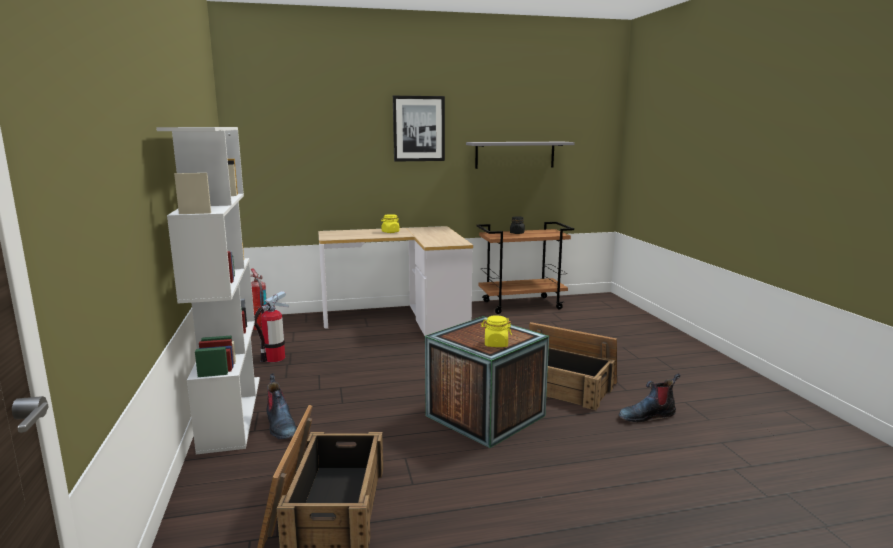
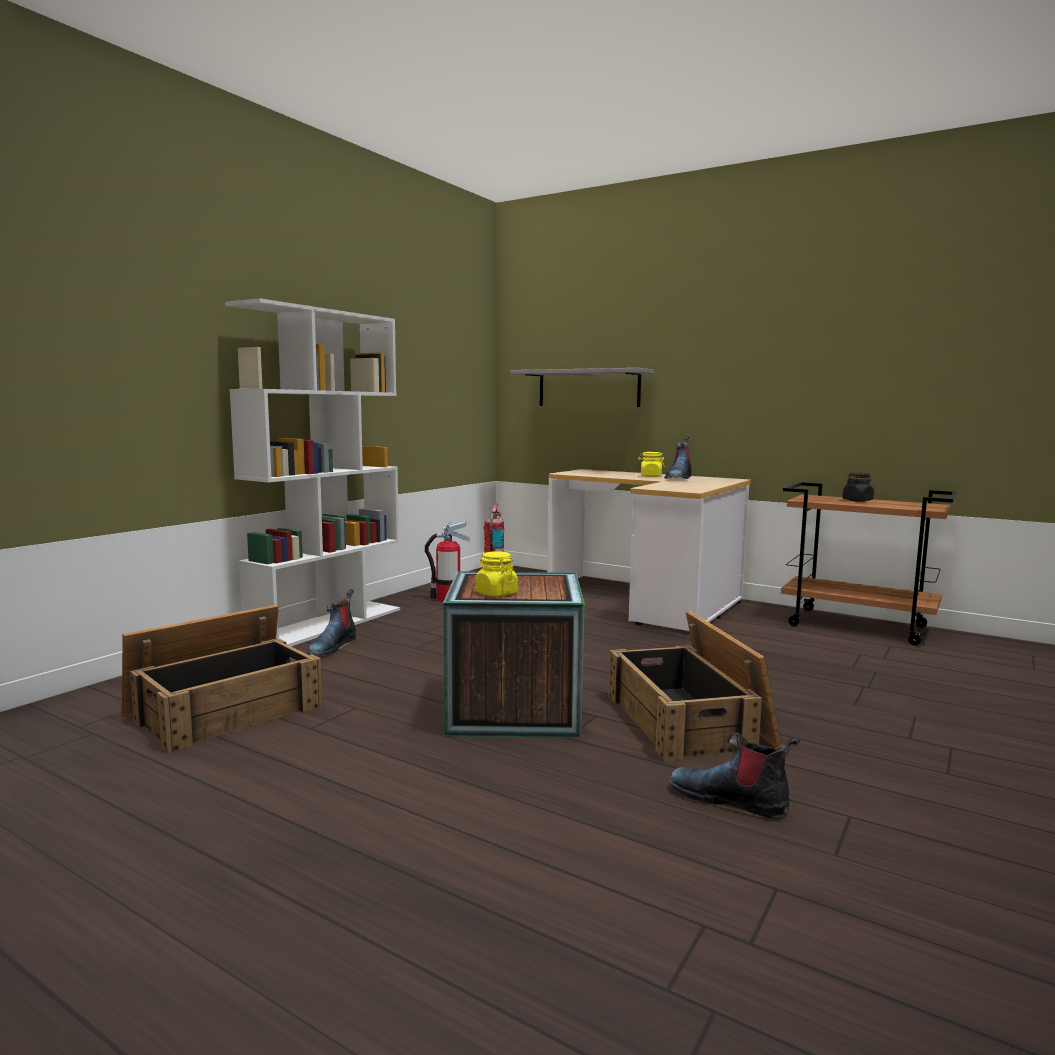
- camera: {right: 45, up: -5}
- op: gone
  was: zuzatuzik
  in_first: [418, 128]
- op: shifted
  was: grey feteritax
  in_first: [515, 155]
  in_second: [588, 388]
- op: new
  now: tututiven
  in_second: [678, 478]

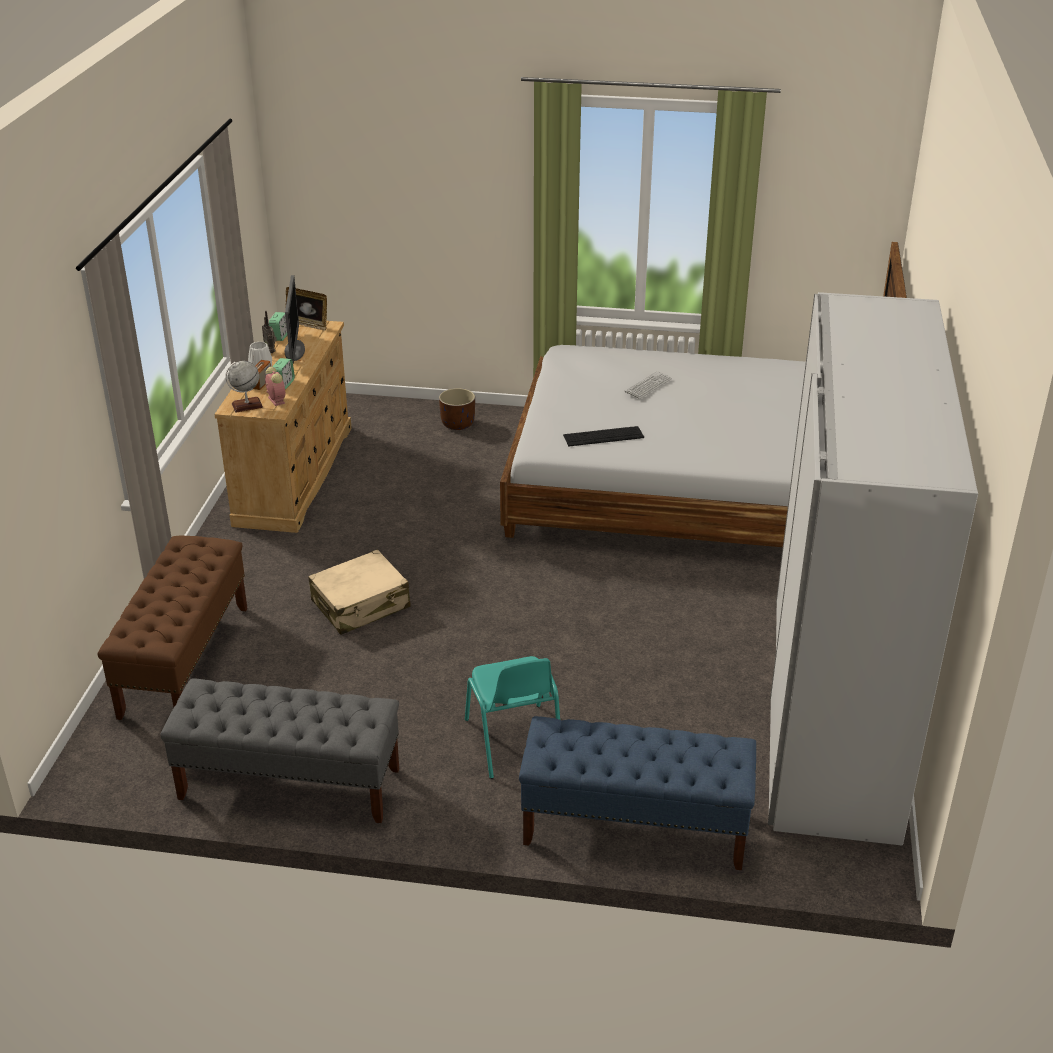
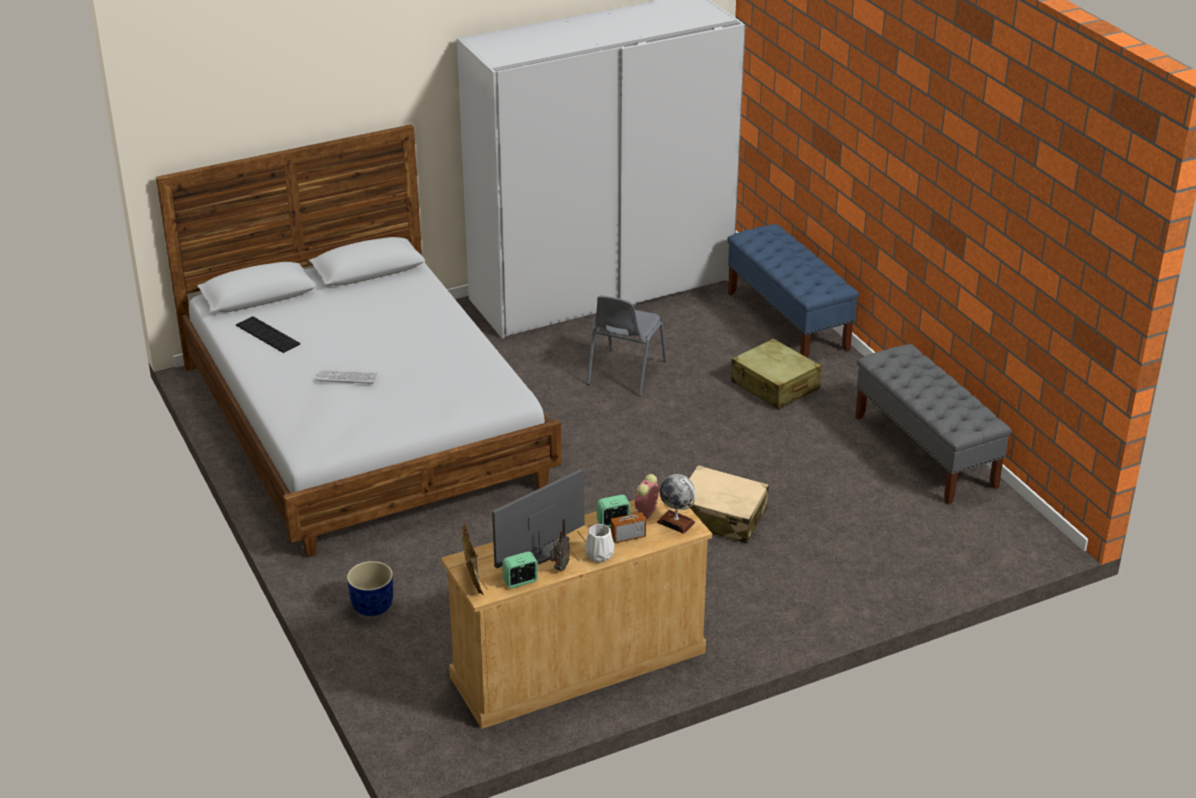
- camera: {right: -125, up: 0}
- op: repainted
  was: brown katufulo
  now: blue katufulo
  in_first: [458, 424]
  in_second: [372, 605]
- op: shifted
  was: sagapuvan
  in_first: [603, 436]
  in_second: [267, 334]
- op: gone
  was: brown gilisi
  in_first: [185, 660]
- op: swapped
  was: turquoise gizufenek
  now: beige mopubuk
  in_first: [514, 742]
  in_second: [775, 386]
- op: new
  now: grey gizufenek
  in_second: [625, 373]

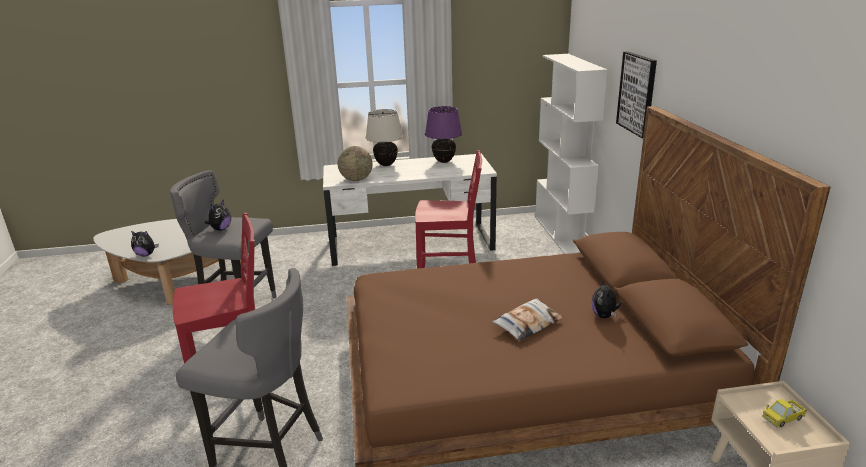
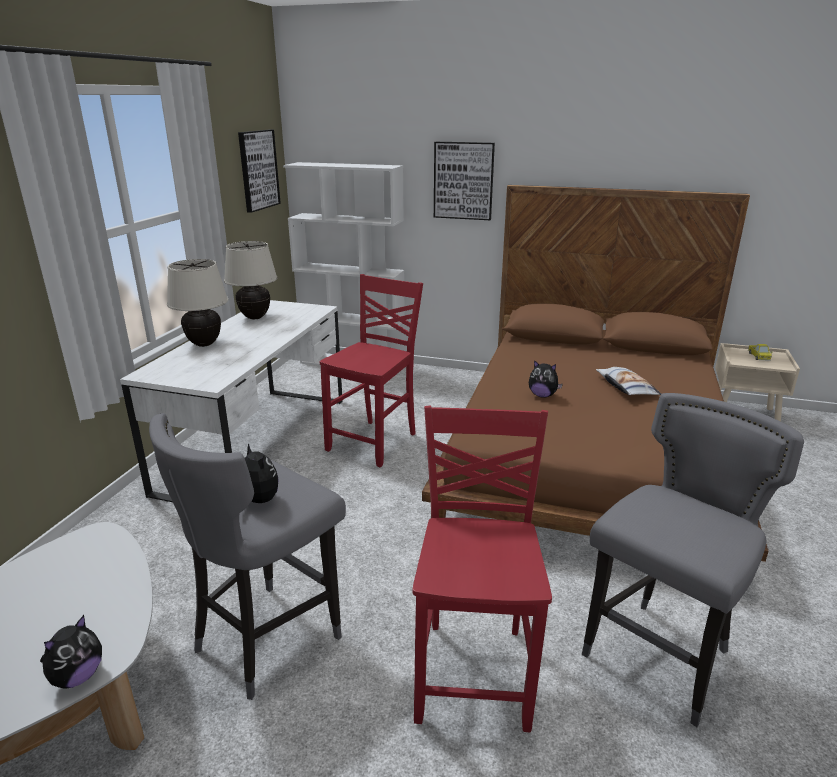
- camera: {right: -65, up: 0}
- op: repainted
  was: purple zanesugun
  now: beige zanesugun
  in_first: [444, 161]
  in_second: [255, 317]
- op: gone
  was: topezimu
  in_first: [356, 180]
- op: shifted
  was: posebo
  in_first: [604, 316]
  in_second: [542, 395]
- op: new
  now: zuzatuzik
  in_second: [258, 170]

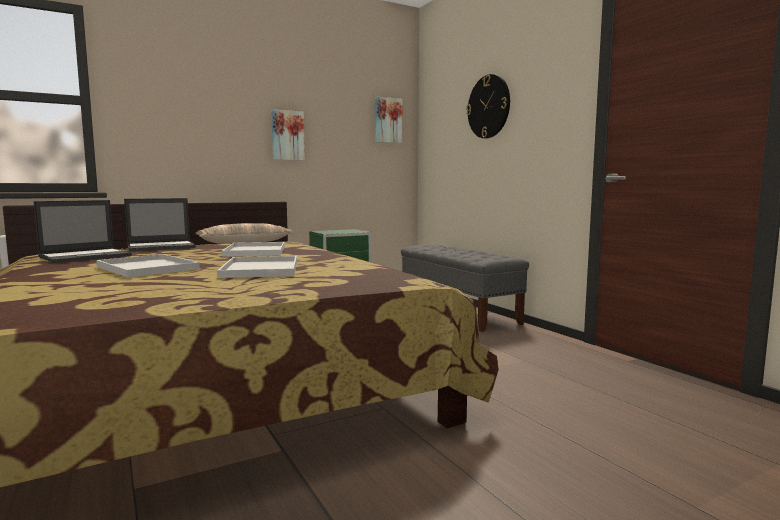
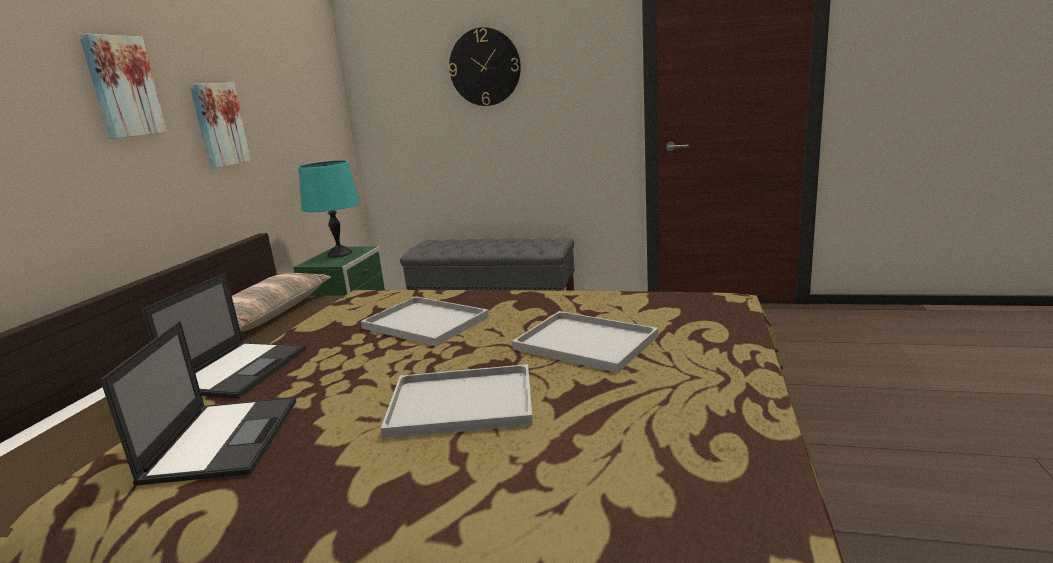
- camera: {right: -45, up: 10}
- op: shifted
  was: zuzatuzik
  in_first: [387, 120]
  in_second: [122, 87]
- op: new
  now: turquoise zanesugun
  in_second: [340, 254]

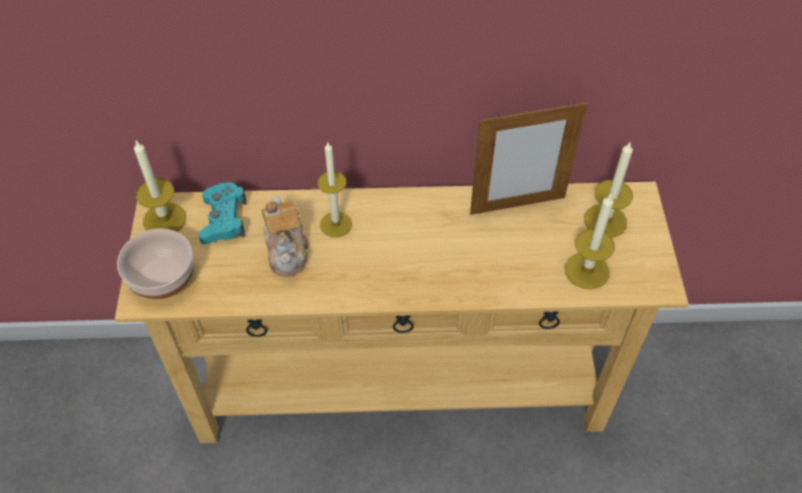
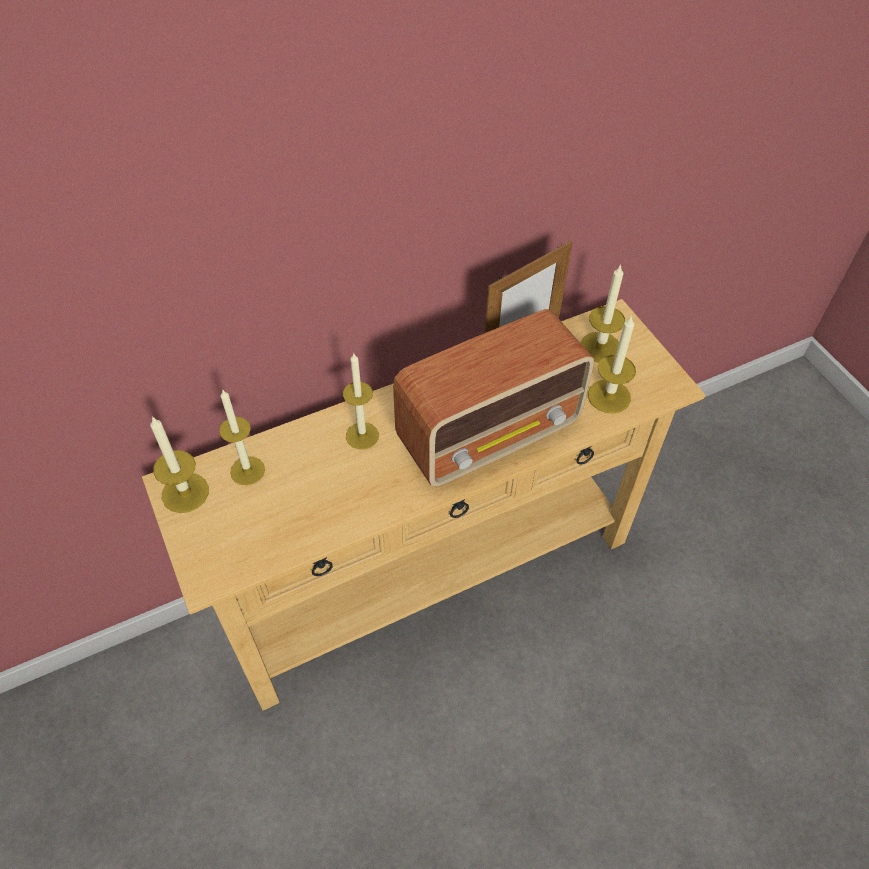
- camera: {right: -25, up: 0}
- op: swapped
  was: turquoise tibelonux
  now: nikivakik
  in_first: [223, 219]
  in_second: [247, 470]
- op: gone
  was: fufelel
  in_first: [287, 250]
- op: gone
  was: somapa
  in_first: [162, 279]
- op: new
  now: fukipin
  in_second: [490, 433]

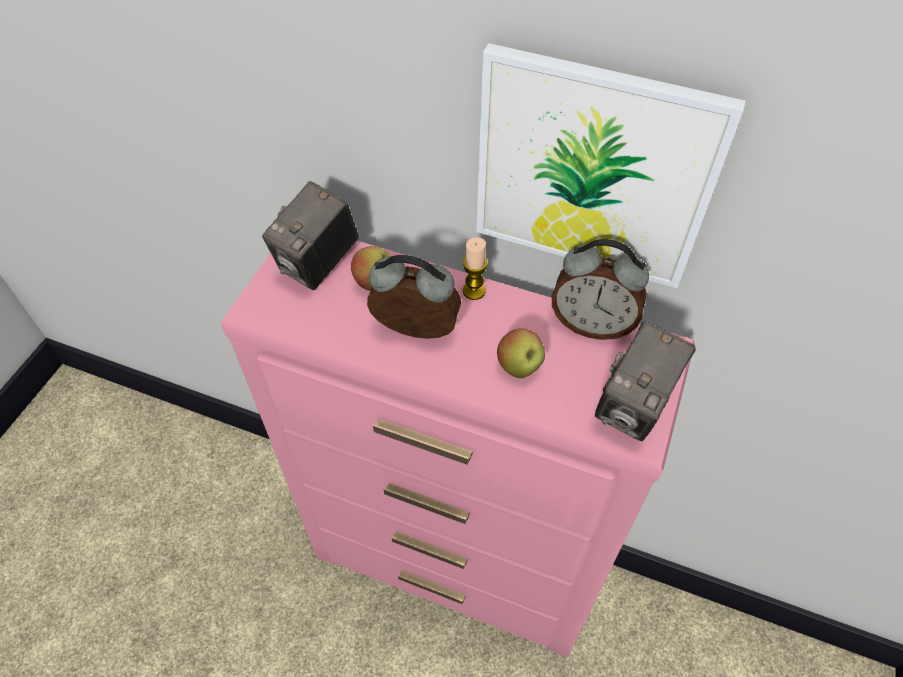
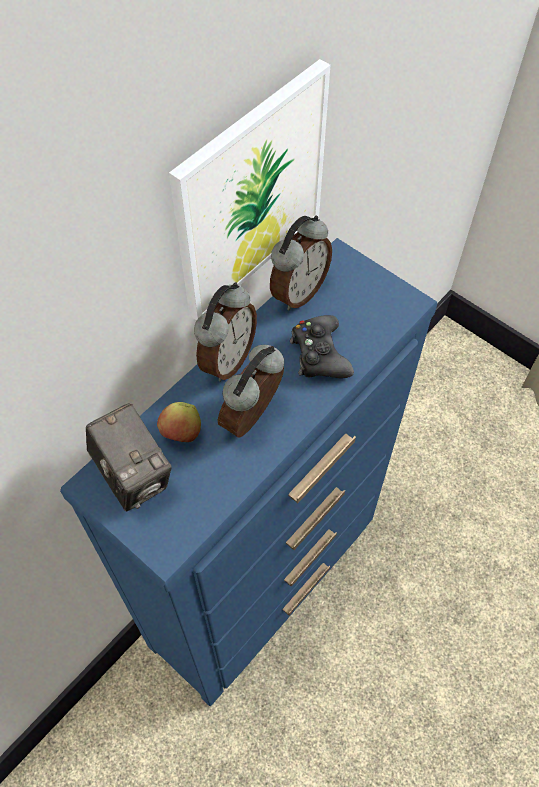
- camera: {right: -70, up: 5}
- op: swapped
  was: nikivakik
  now: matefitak
  in_first: [474, 291]
  in_second: [226, 360]
- op: repainted
  was: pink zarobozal
  now: blue zarobozal
  in_first: [455, 565]
  in_second: [267, 578]
- op: gone
  was: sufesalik
  in_first: [634, 406]
- op: swapped
  was: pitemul
  now: black tibelonux
  in_first: [519, 367]
  in_second: [319, 354]

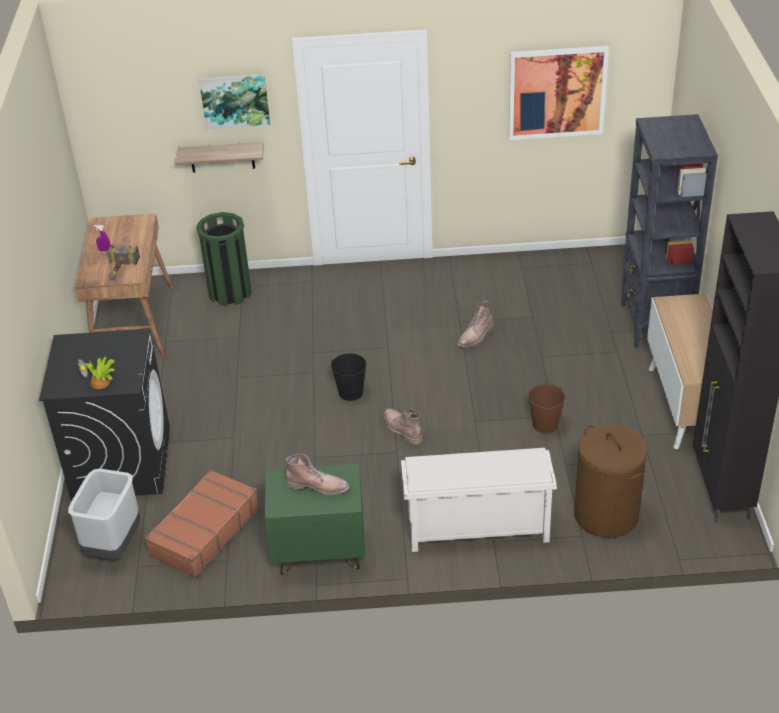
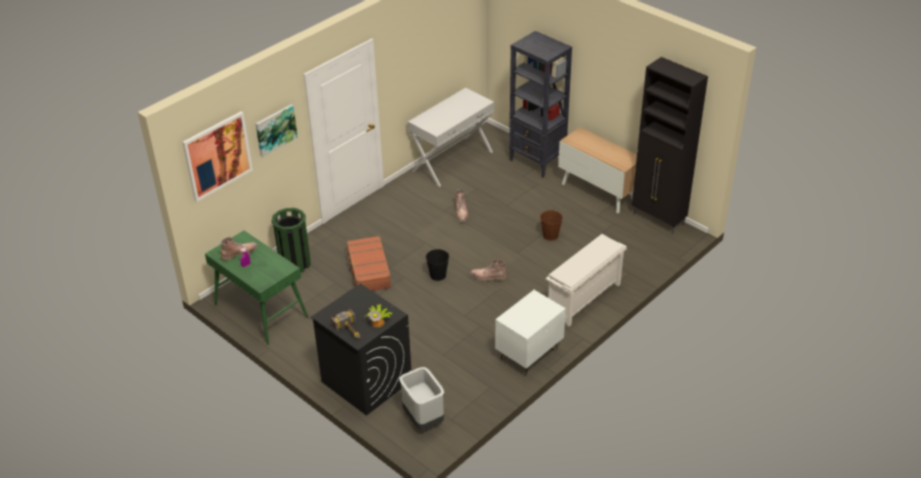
- camera: {right: -45, up: 0}
- op: shifted
  was: zuzatuzik
  in_first: [557, 92]
  in_second: [217, 156]
- op: gone
  was: feteritax
  in_first: [222, 157]
- op: repainted
  was: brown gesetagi
  now: green gesetagi
  in_first: [133, 323]
  in_second: [260, 311]
- op: shifted
  was: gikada
  in_first: [119, 270]
  in_second: [350, 331]
- op: gone
  was: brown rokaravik
  in_first: [606, 514]
- op: shifted
  was: brown tututiven
  in_first: [318, 486]
  in_second: [239, 253]
- op: repainted
  was: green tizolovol
  now: white tizolovol
  in_first: [319, 553]
  in_second: [529, 354]
- op: shifted
  was: brown mopubuk
  in_first: [204, 532]
  in_second: [368, 270]
- op: new
  now: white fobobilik
  in_second: [452, 161]

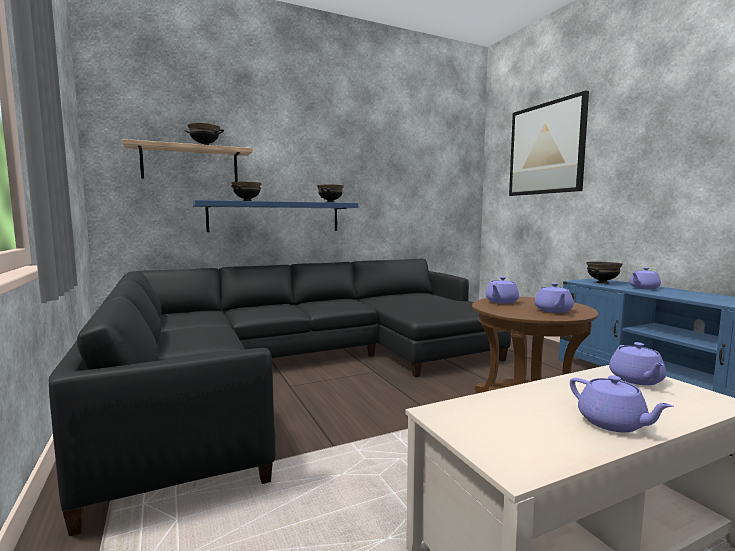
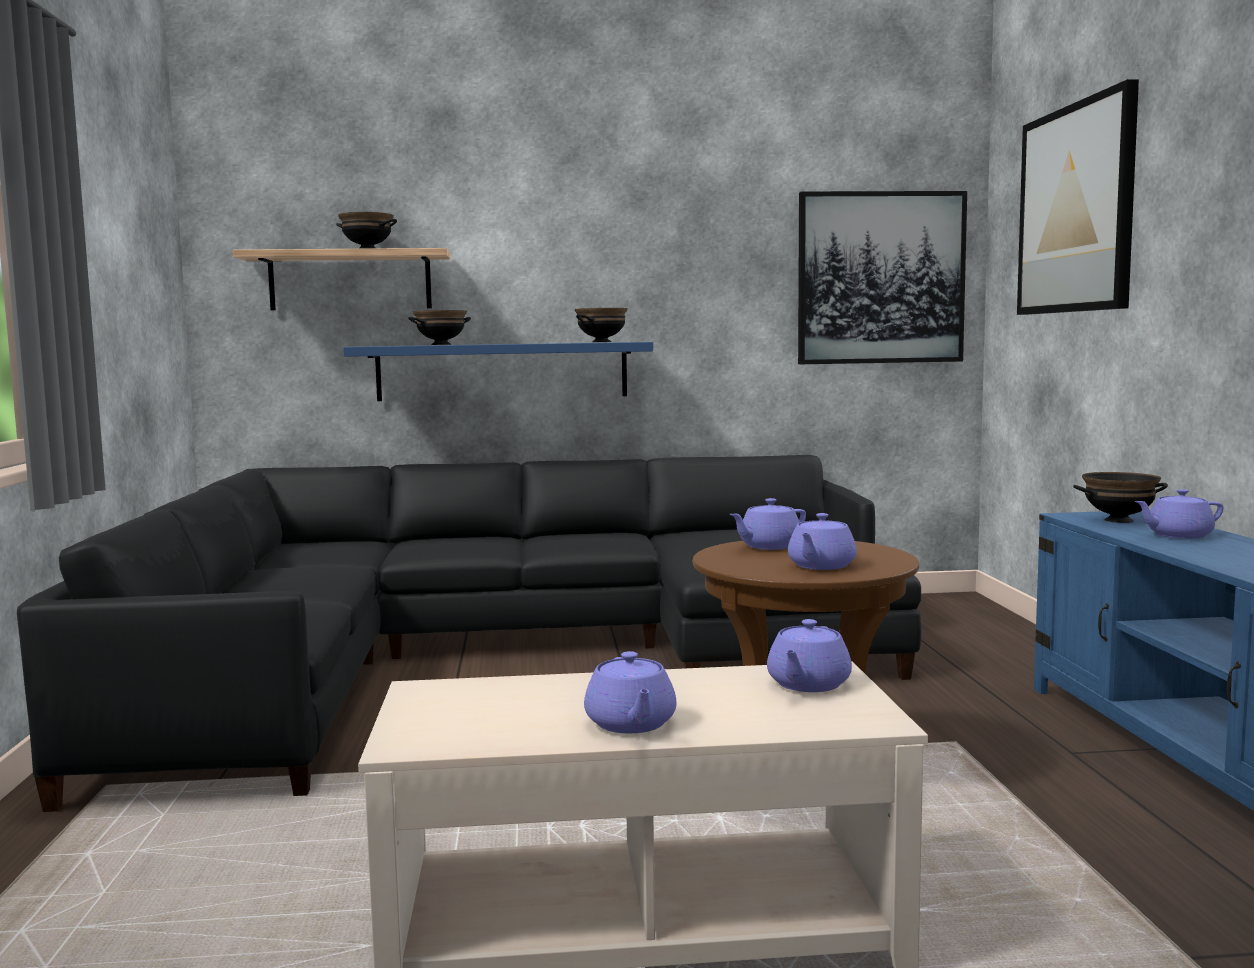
- camera: {right: 20, up: 0}
- op: new
  now: zuzatuzik
  in_second: [880, 278]

